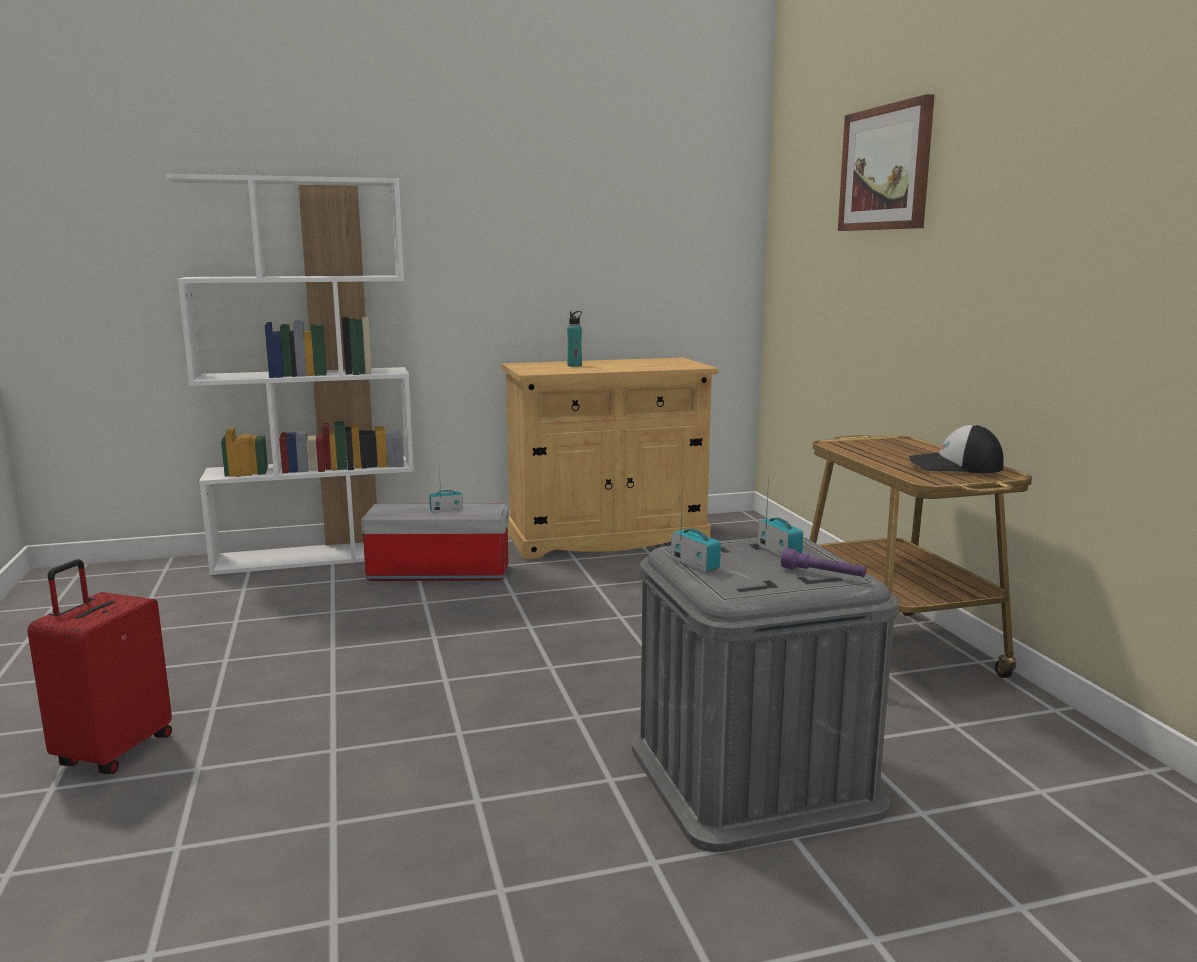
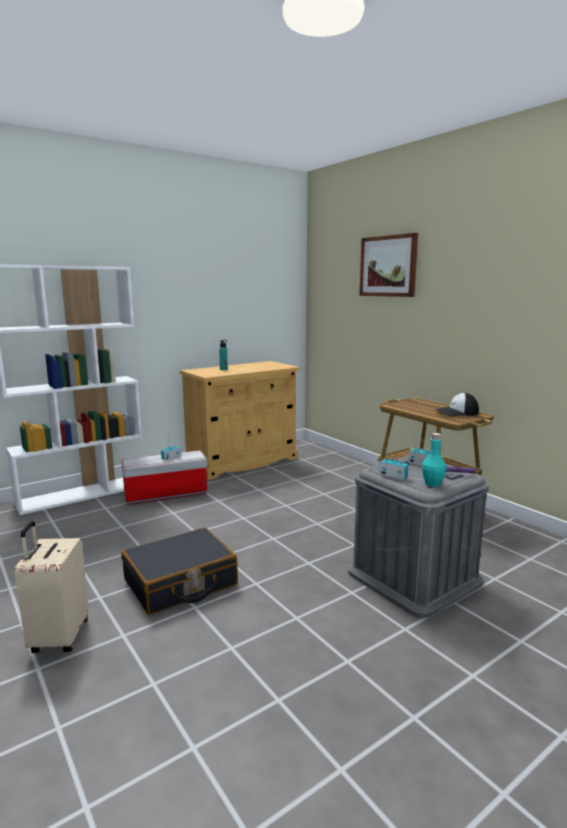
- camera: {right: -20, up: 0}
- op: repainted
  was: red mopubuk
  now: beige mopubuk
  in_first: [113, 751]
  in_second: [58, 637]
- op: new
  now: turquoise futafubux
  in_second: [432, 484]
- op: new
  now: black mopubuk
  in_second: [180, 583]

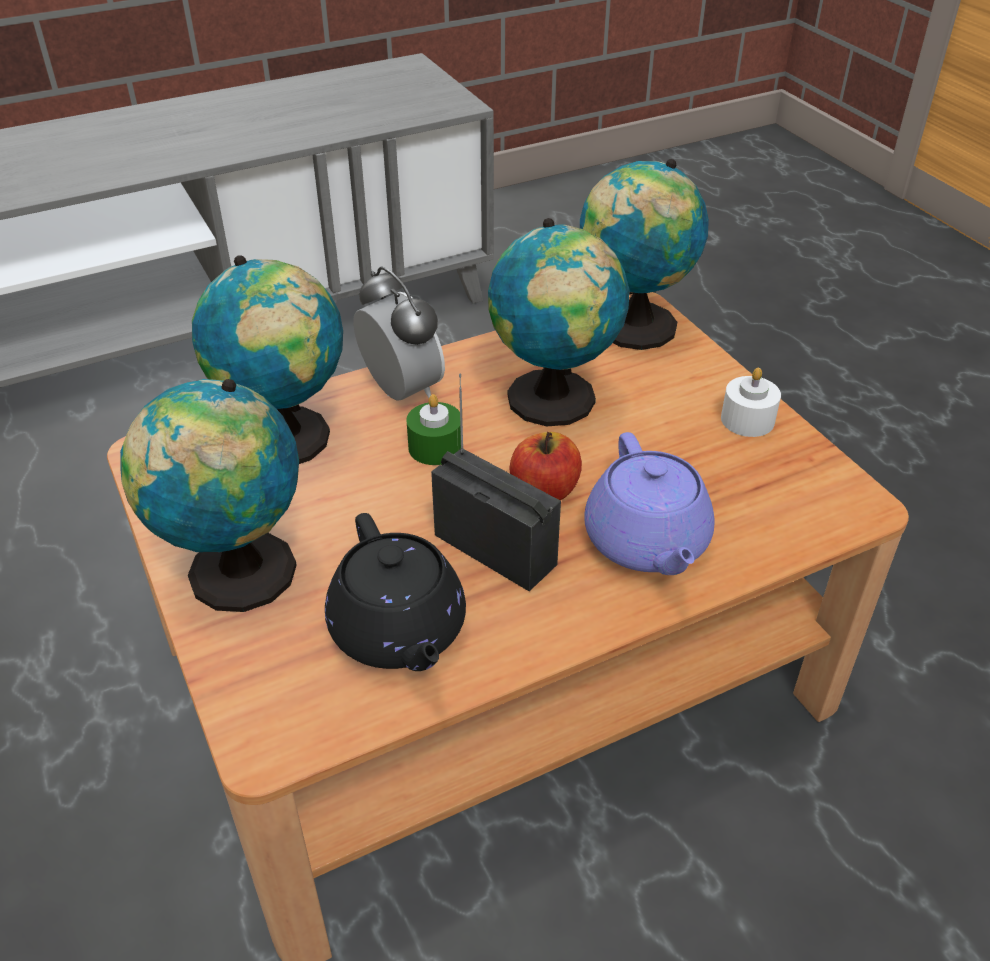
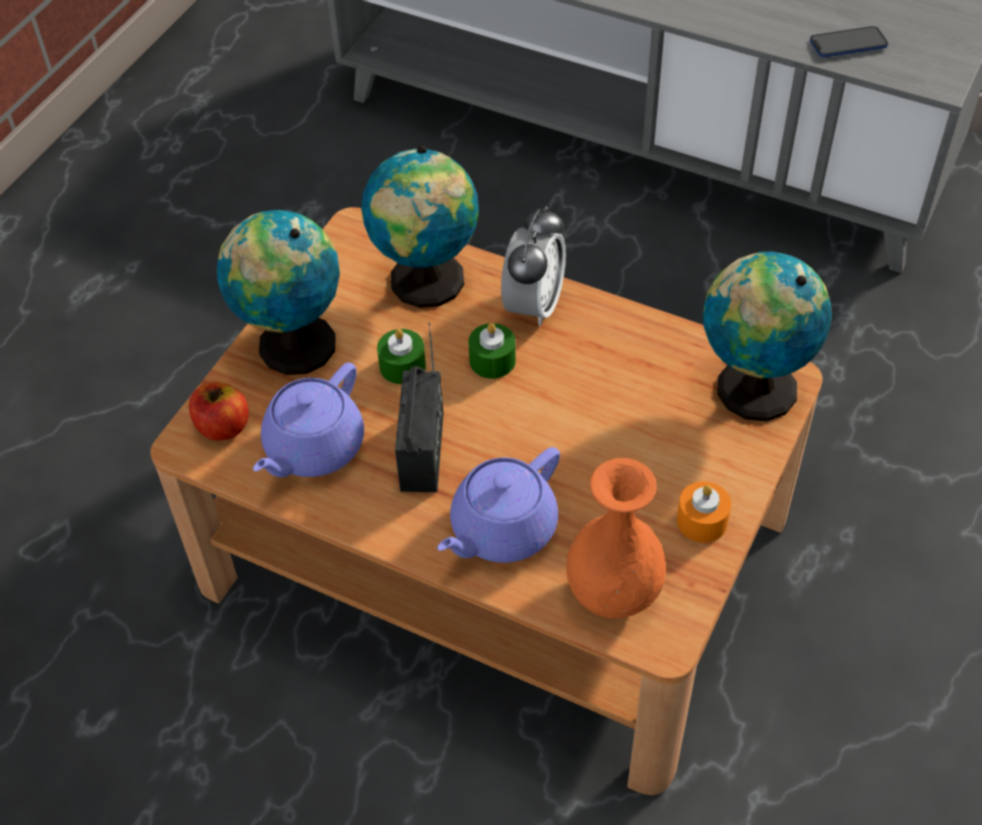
- camera: {right: 55, up: 10}
- op: gone
  was: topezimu
  in_first: [554, 402]
- op: repainted
  was: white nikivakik
  now: orange nikivakik
  in_first: [747, 420]
  in_second: [702, 521]
- op: shifted
  was: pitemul
  in_first: [545, 491]
  in_second: [223, 427]
- op: repainted
  was: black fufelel
  now: purple fufelel
  in_first: [399, 631]
  in_second: [313, 448]
- op: new
  now: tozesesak
  in_second: [848, 44]
- op: new
  now: green nikivakik
  in_second: [402, 366]
- op: new
  now: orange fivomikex
  in_second: [615, 592]

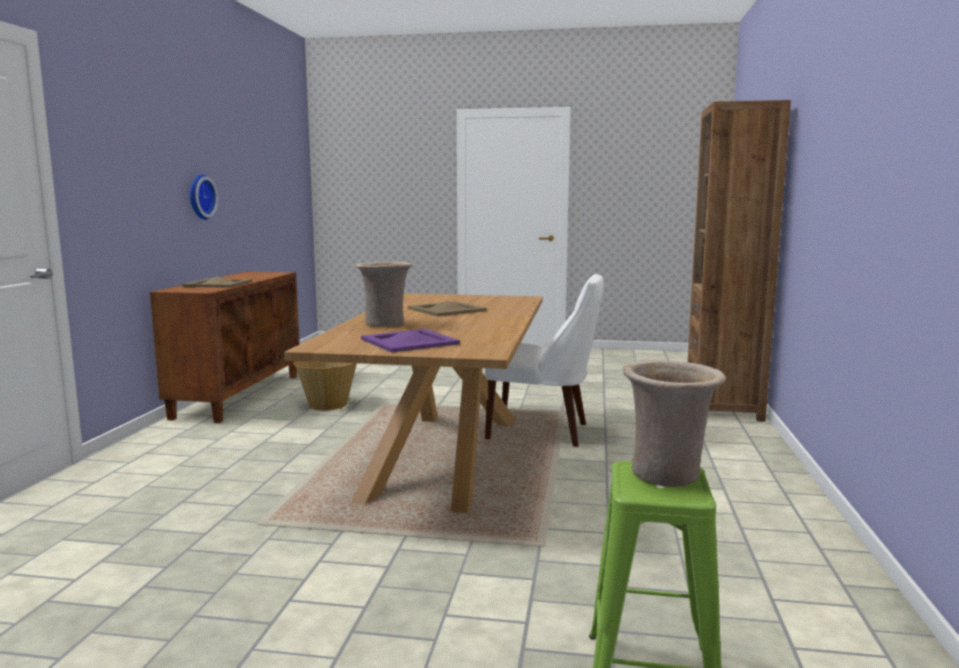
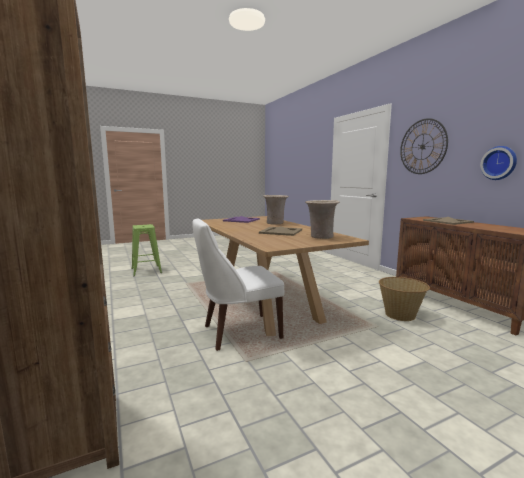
- camera: {right: 145, up: 0}
- op: shifted
  was: beige fivomikex
  in_first: [668, 475]
  in_second: [320, 237]
- op: new
  now: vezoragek
  in_second: [422, 146]

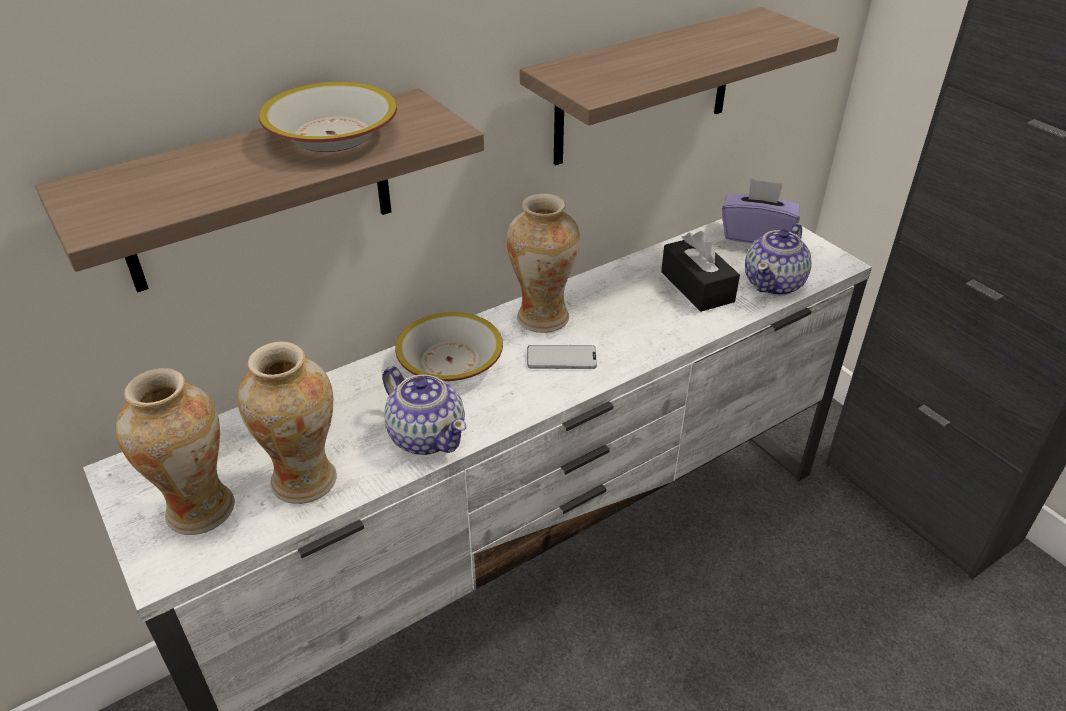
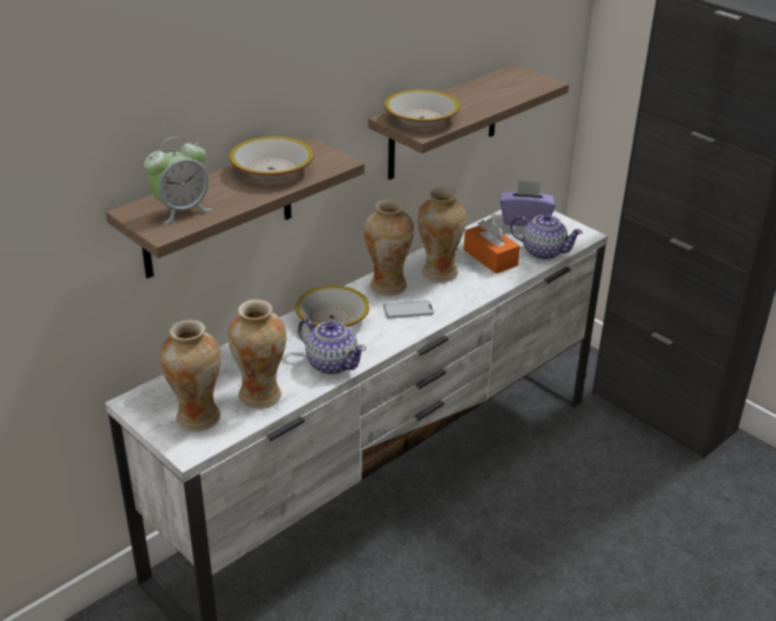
- camera: {right: -10, up: -5}
- op: rotated
  was: fufelel
  in_first: [774, 283]
  in_second: [543, 251]
  clockwise: -90
- op: repainted
  was: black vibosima
  now: orange vibosima
  in_first: [697, 287]
  in_second: [490, 258]
- op: new
  now: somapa
  in_second: [421, 119]
- op: new
  now: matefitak
  in_second: [181, 210]
- op: new
  now: fivomikex
  in_second: [439, 273]

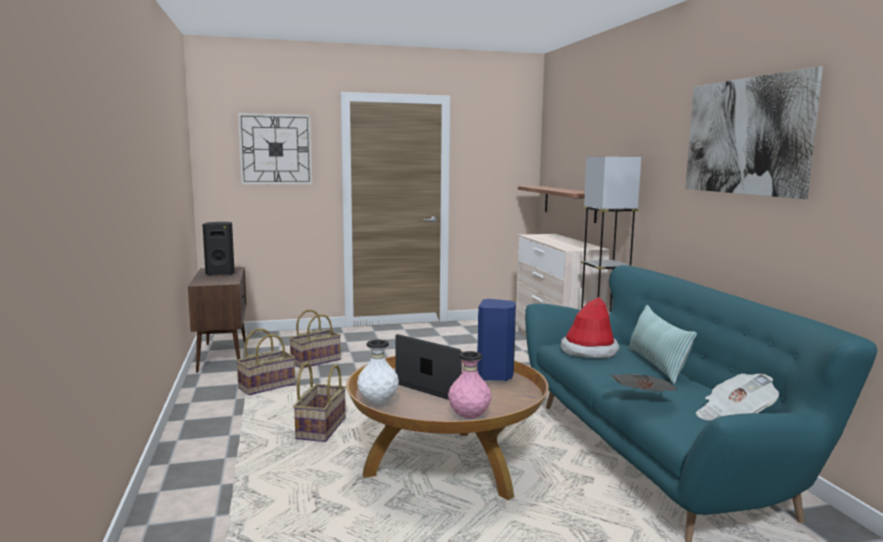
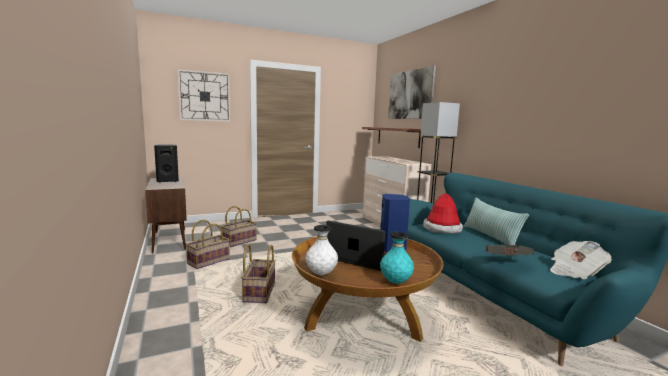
- camera: {right: -10, up: 0}
- op: shifted
  was: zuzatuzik
  in_first: [746, 136]
  in_second: [410, 94]
- op: repainted
  was: pink fivomikex
  now: turquoise fivomikex
  in_first: [469, 417]
  in_second: [395, 282]

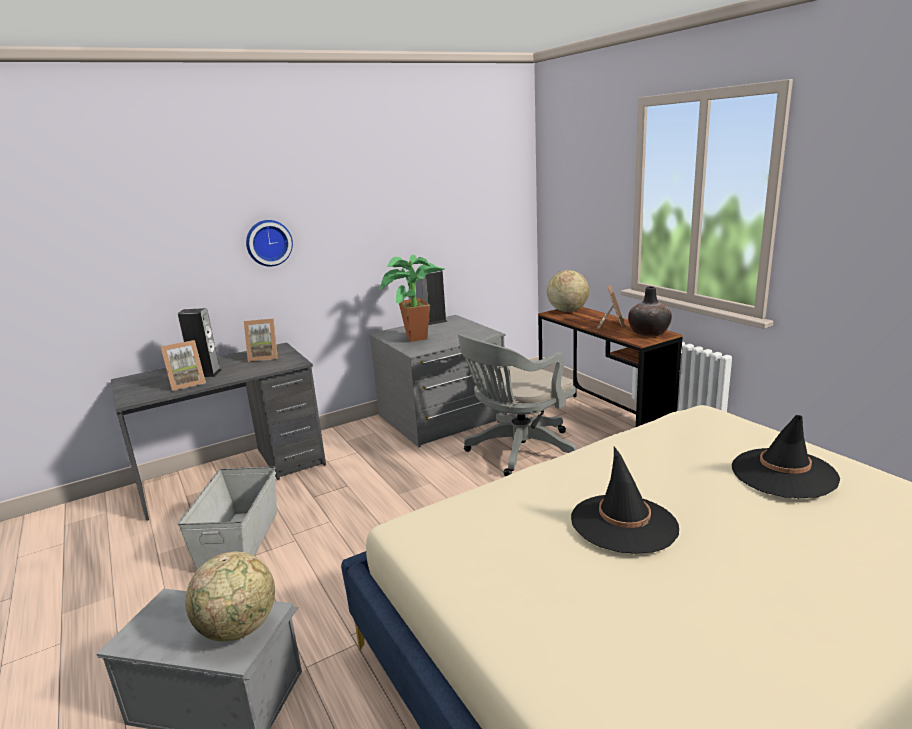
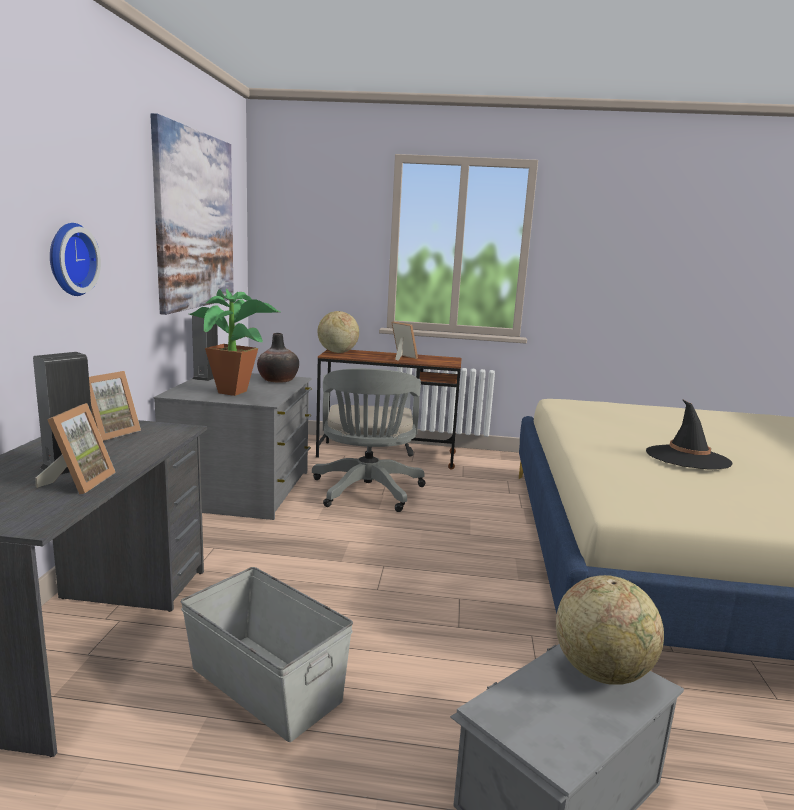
- camera: {right: -55, up: -5}
- op: shifted
  was: fivomikex
  in_first: [649, 333]
  in_second: [278, 380]
- op: gone
  was: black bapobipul
  in_first: [783, 473]
- op: new
  now: zuzatuzik
  in_second: [195, 221]

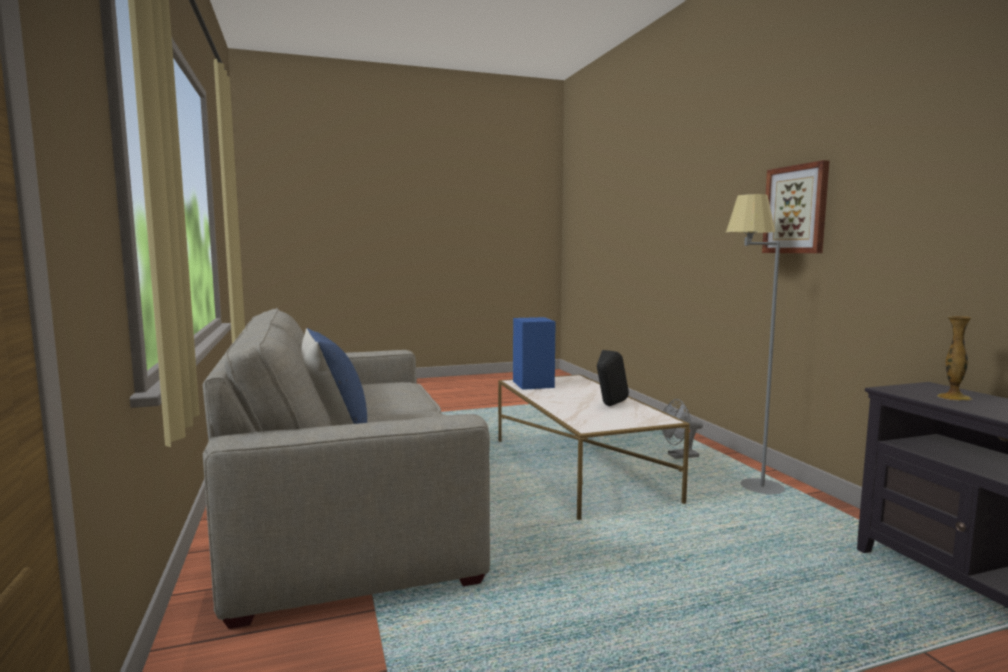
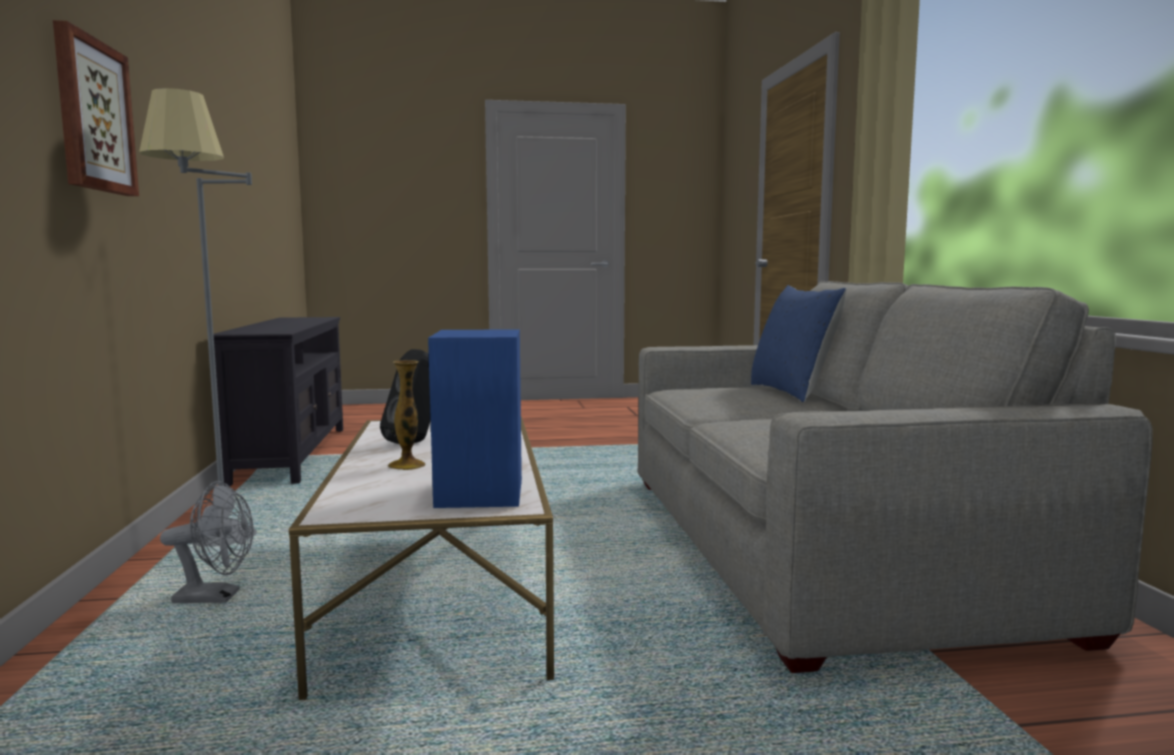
- camera: {right: -170, up: 0}
- op: shifted
  was: fivomikex
  in_first: [954, 397]
  in_second: [406, 465]

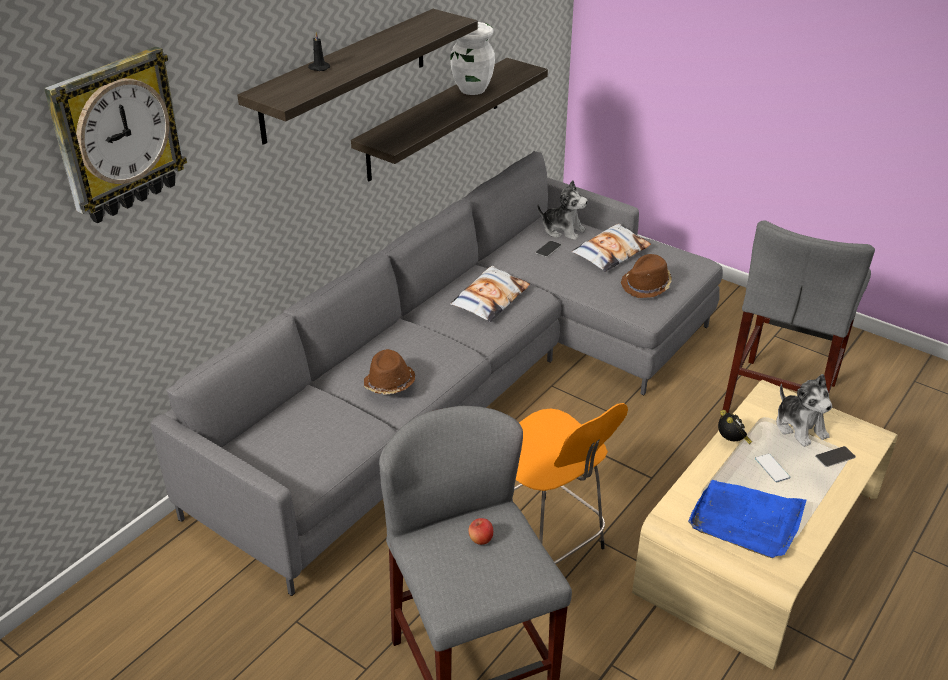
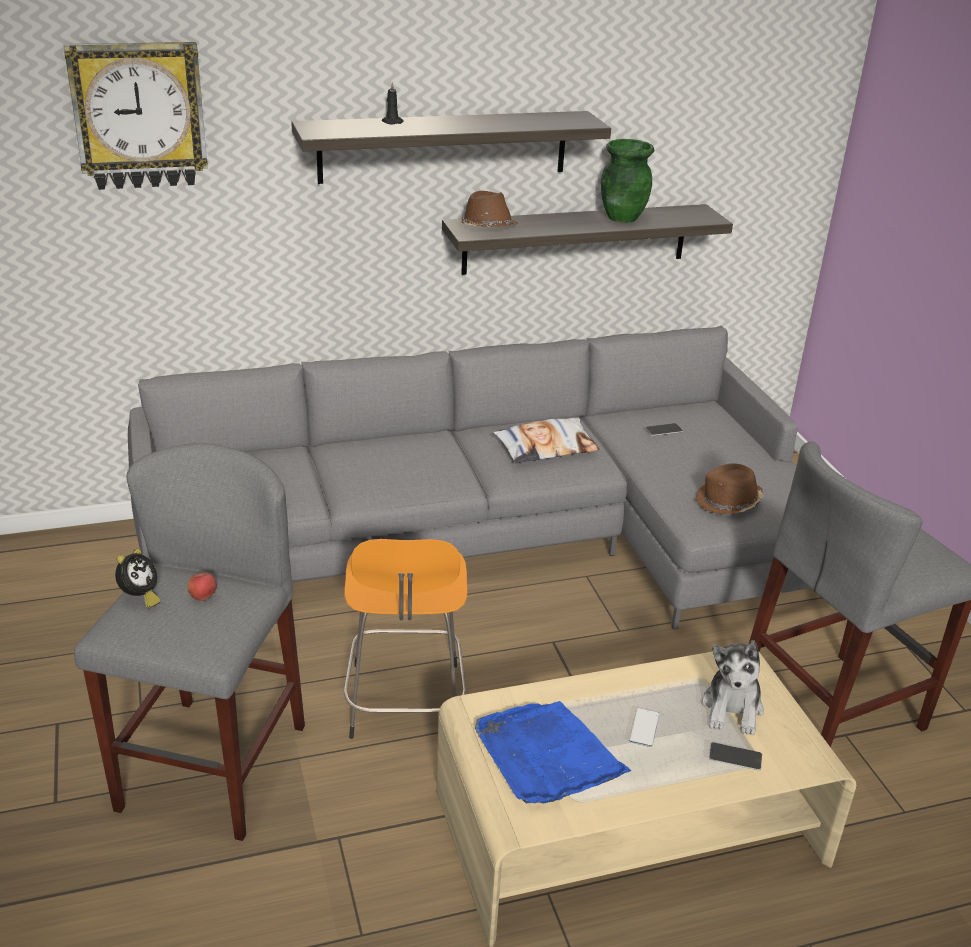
- camera: {right: 35, up: -5}
- op: repainted
  was: white fivomikex
  now: green fivomikex
  in_first: [472, 89]
  in_second: [622, 217]
- op: gone
  was: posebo
  in_first: [562, 230]
- op: gone
  was: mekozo
  in_first: [610, 253]
- op: shifted
  was: brown bapobipul
  in_first: [389, 384]
  in_second: [487, 228]
- op: shifted
  was: matefitak
  in_first: [731, 442]
  in_second: [140, 598]

